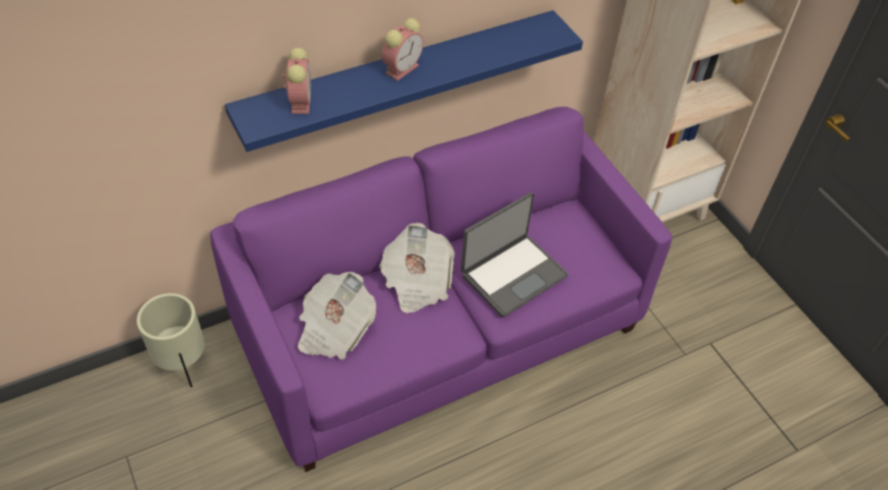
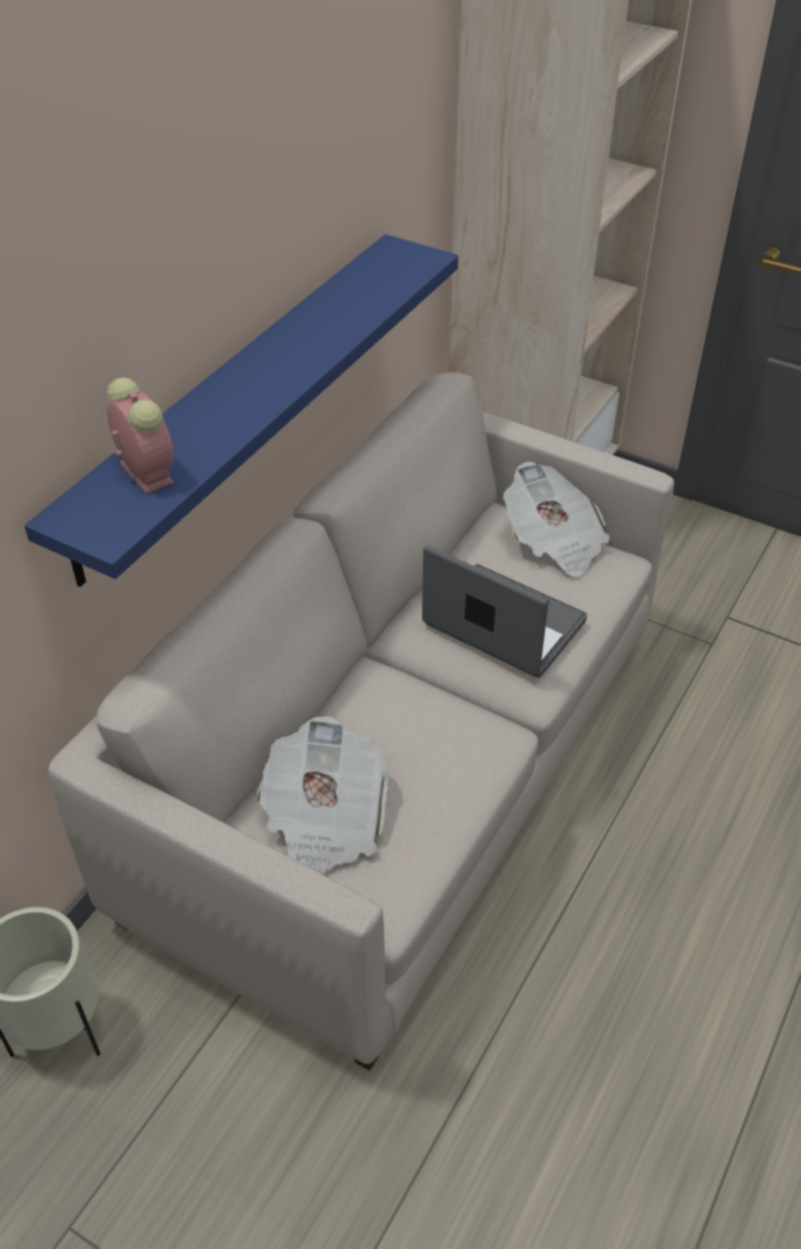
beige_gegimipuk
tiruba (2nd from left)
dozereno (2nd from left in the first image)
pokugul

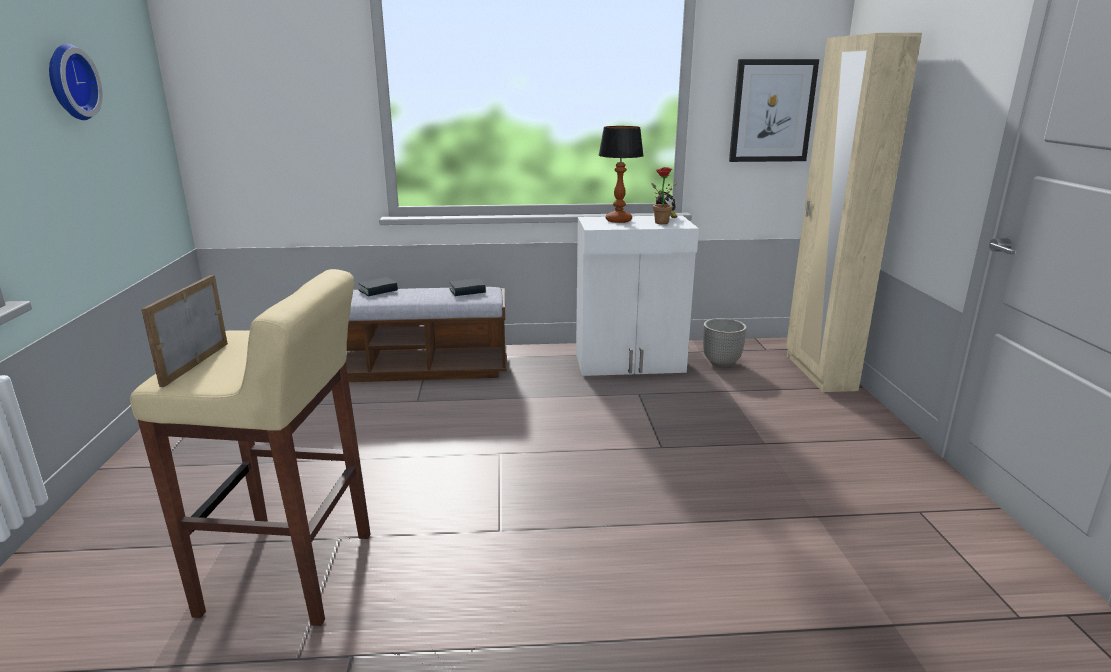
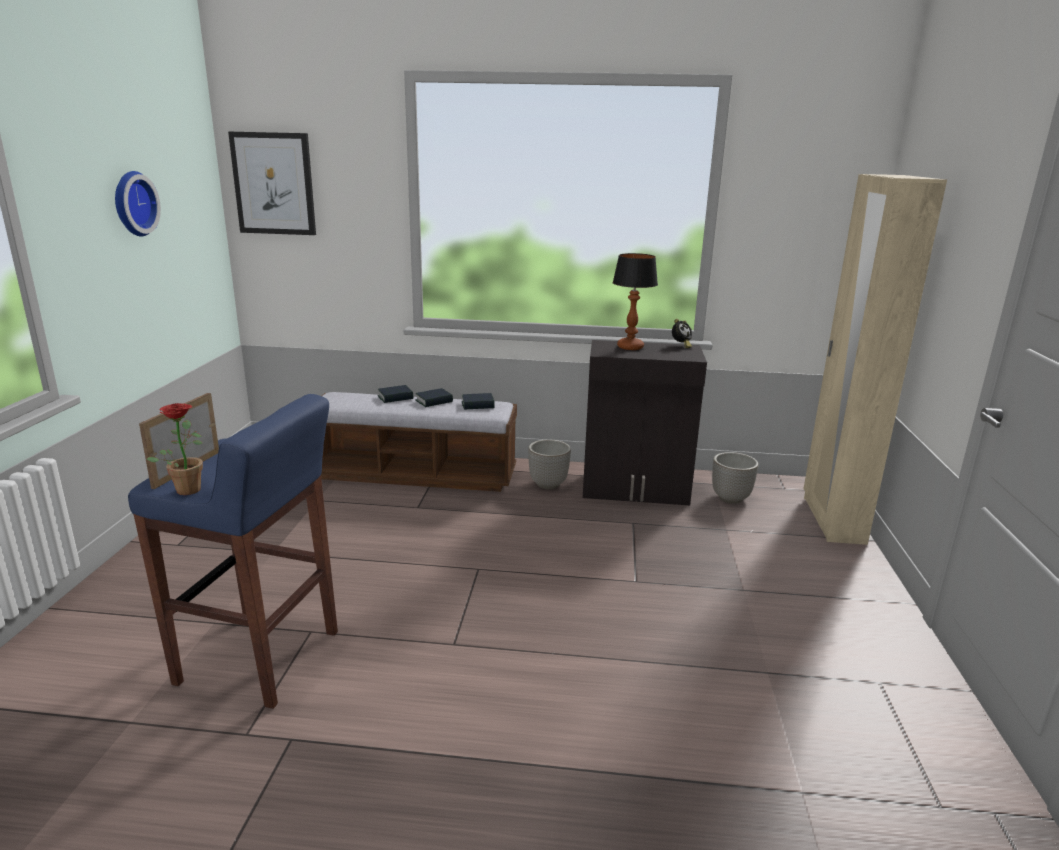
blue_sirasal
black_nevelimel
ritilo
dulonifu
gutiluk (2nd from left)
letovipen (1st from left)

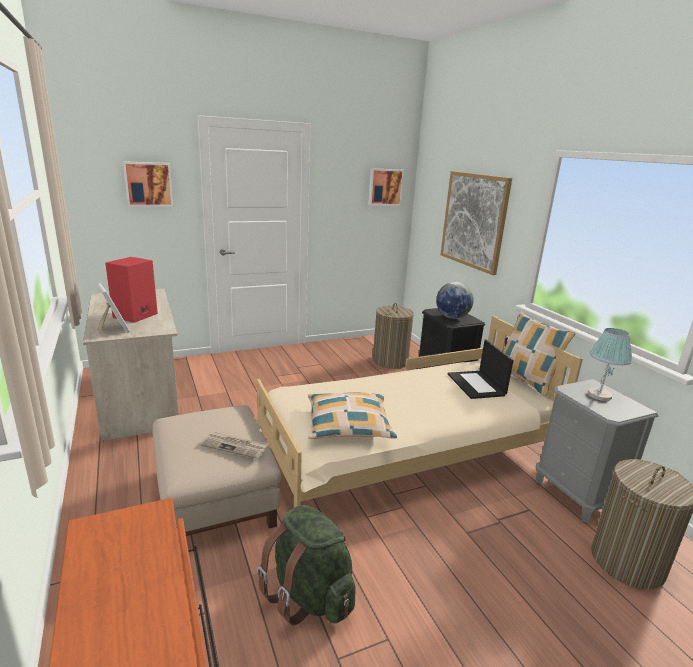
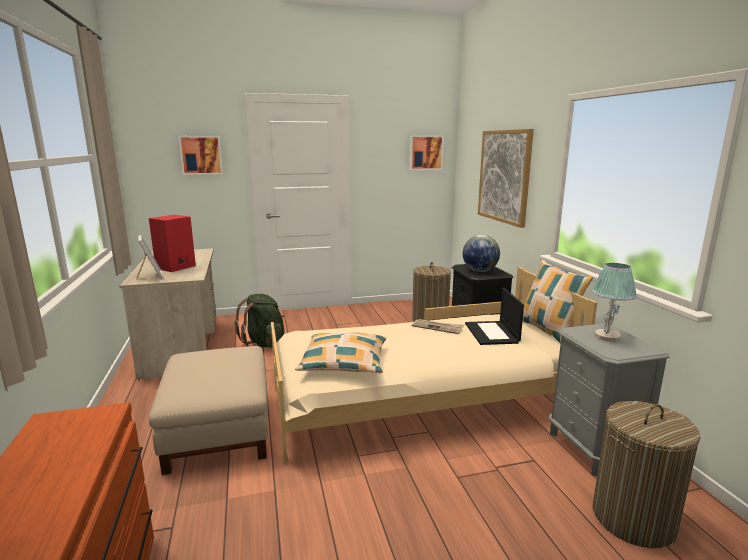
tiruba
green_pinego

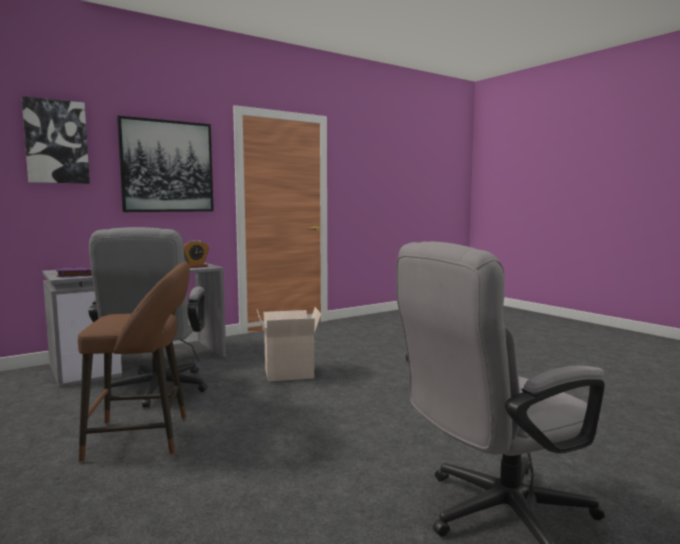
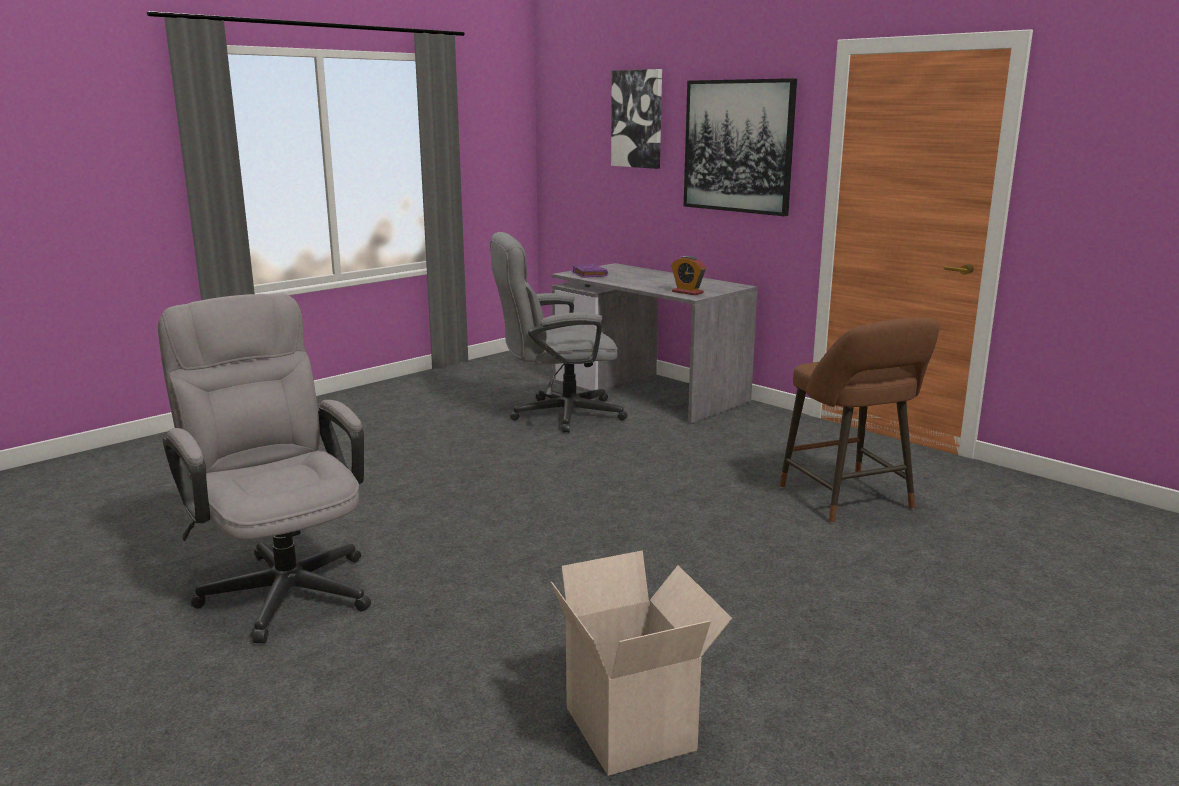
brown_sirasal
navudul

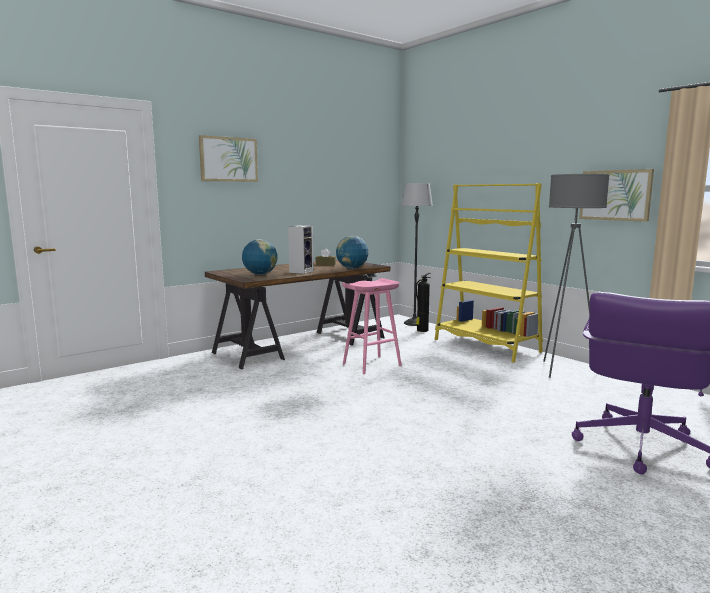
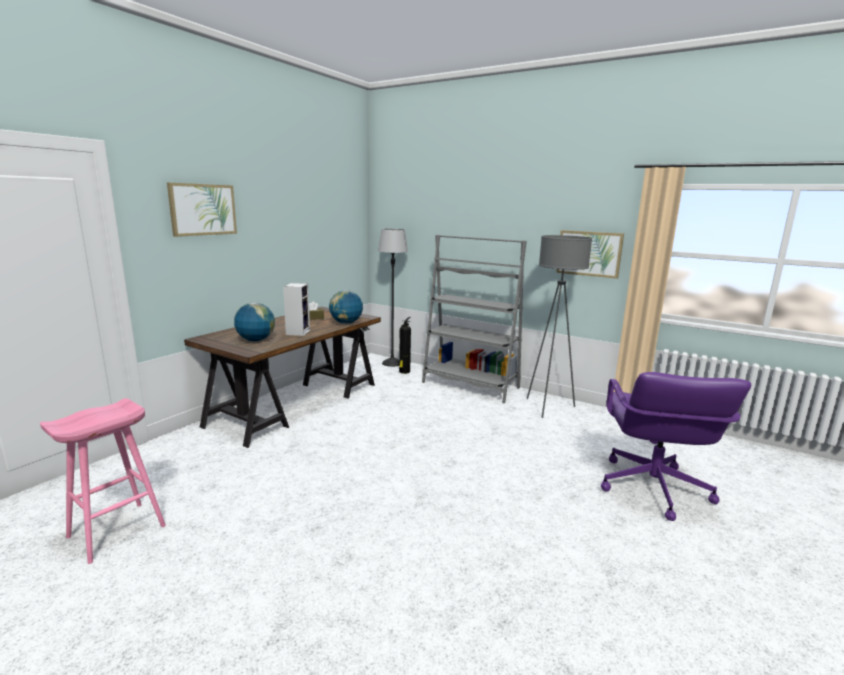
pink_sirasal
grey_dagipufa

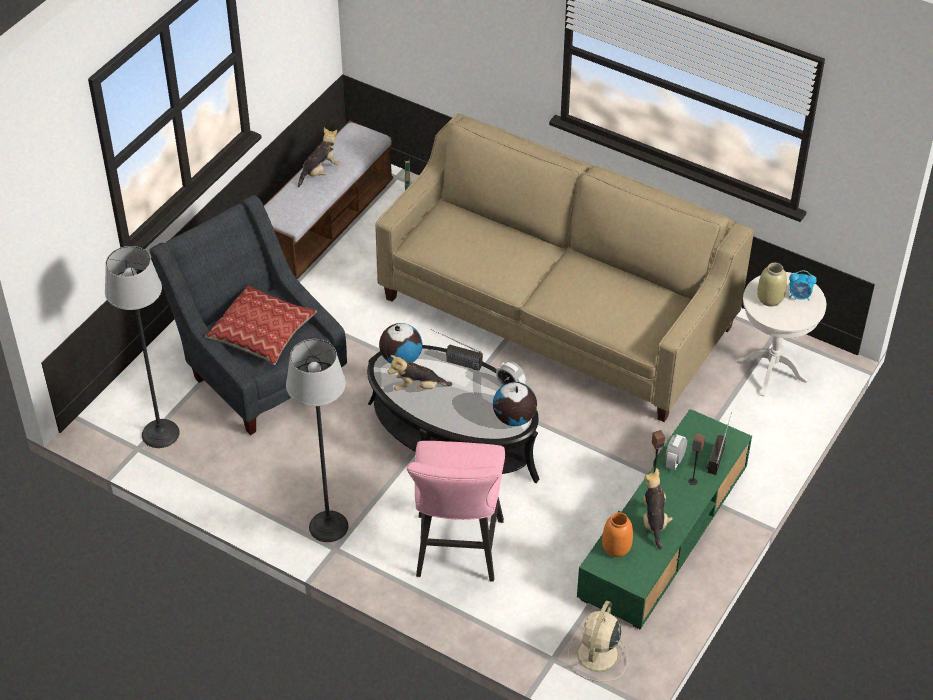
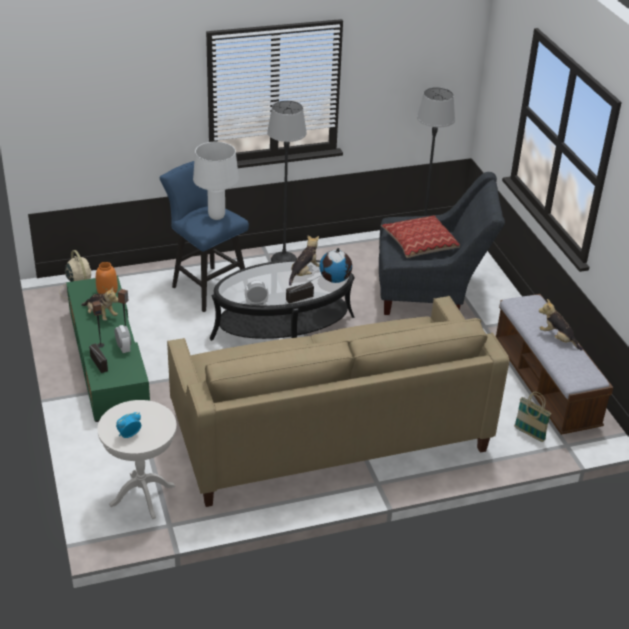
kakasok (3rd from left)
blue_sirasal
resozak (2nd from left in the first image)
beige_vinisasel
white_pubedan

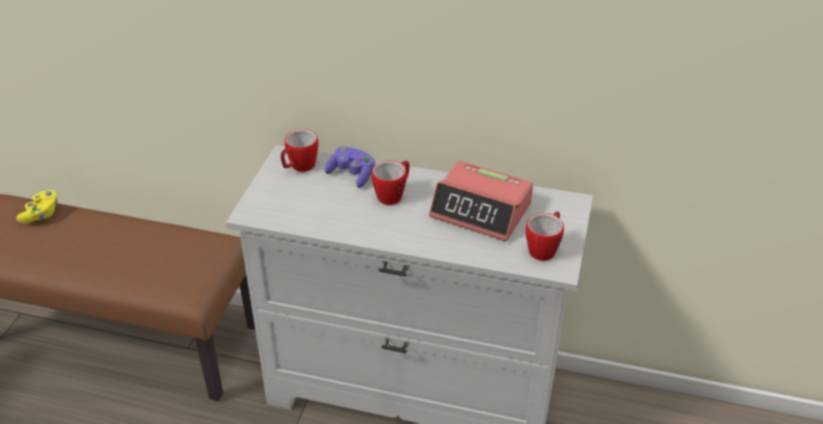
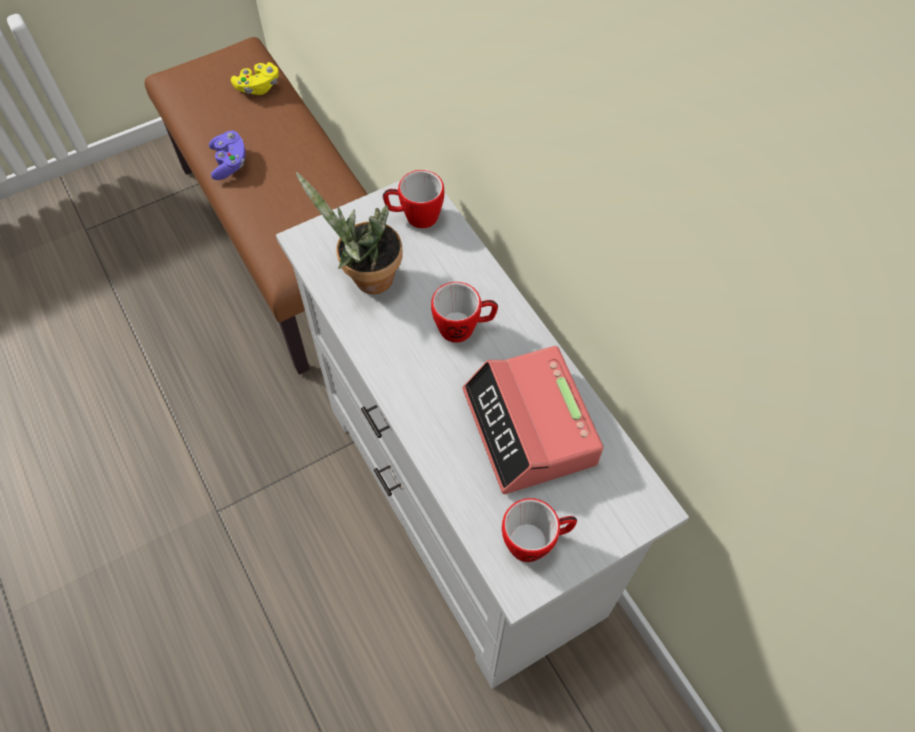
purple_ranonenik
ritilo

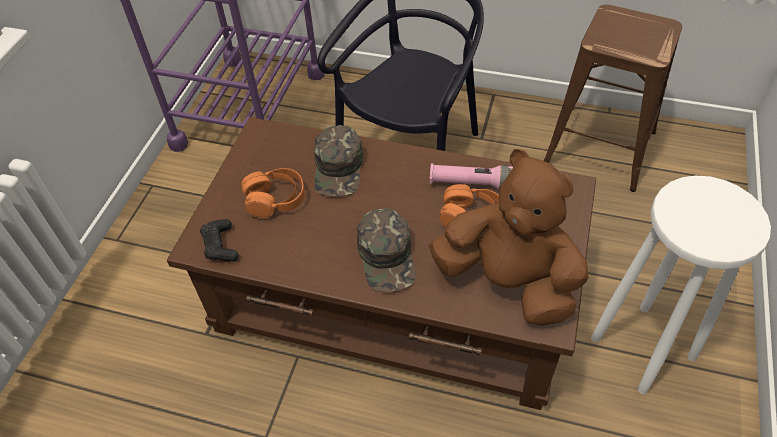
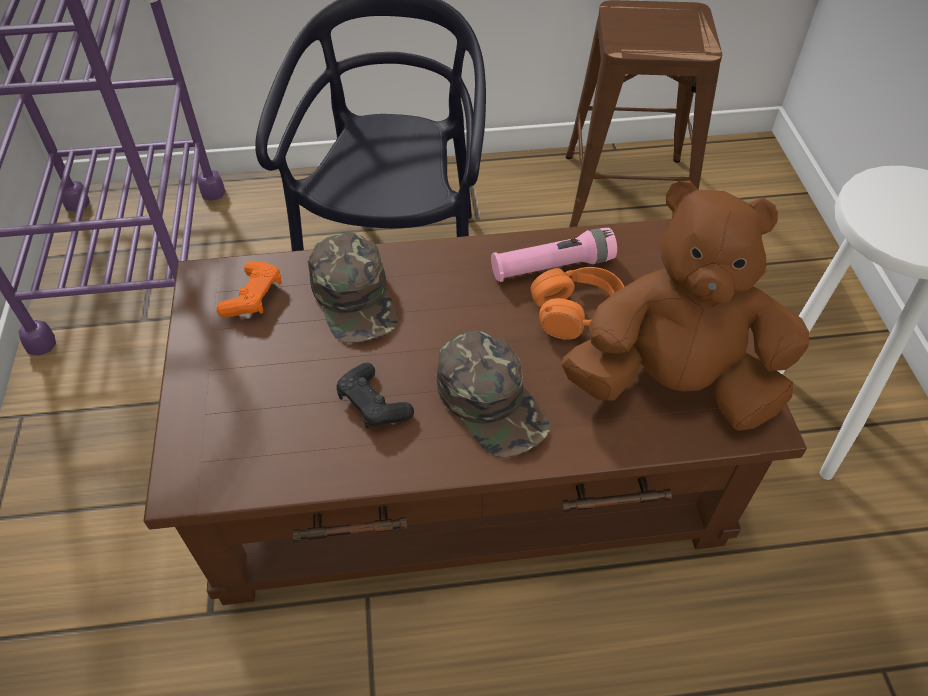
black_ranonenik
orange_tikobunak (1st from left in the first image)
orange_ranonenik

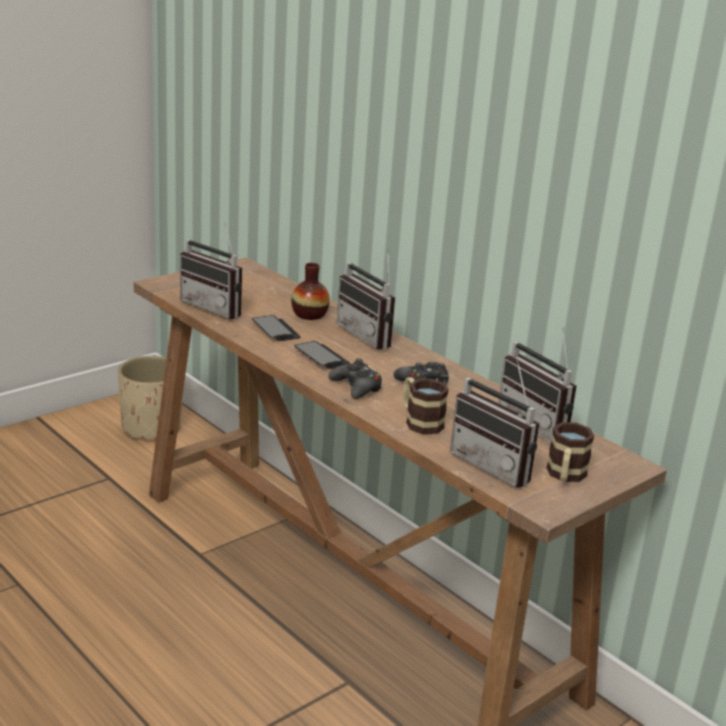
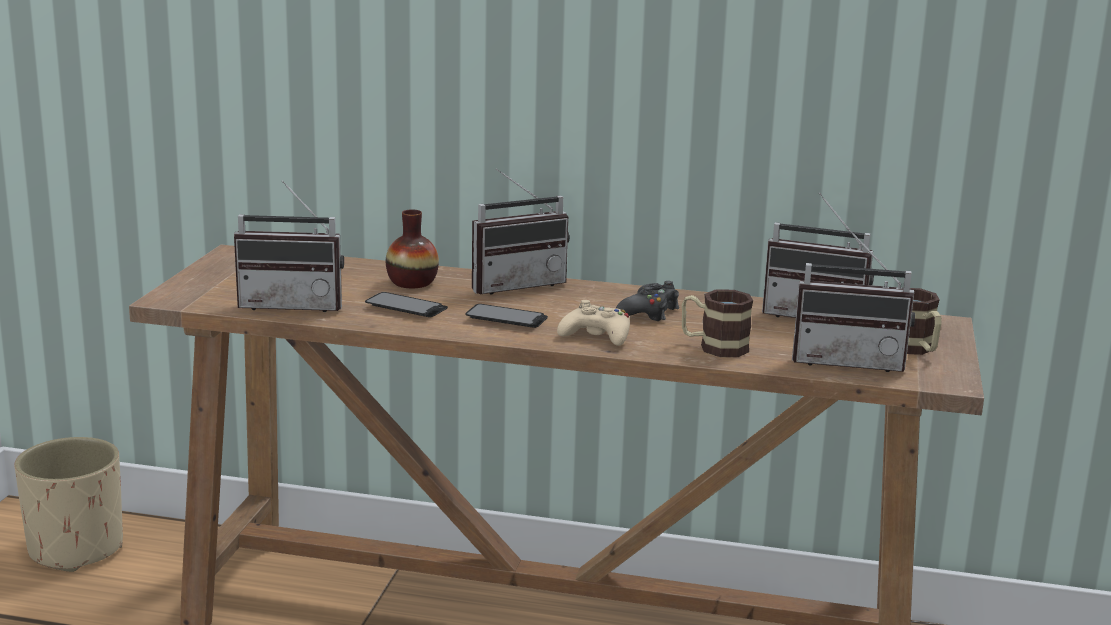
beige_ranonenik
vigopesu (2nd from left)

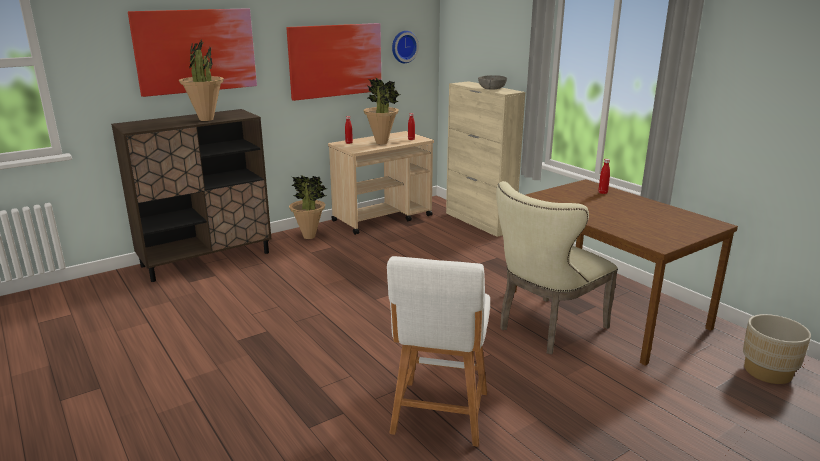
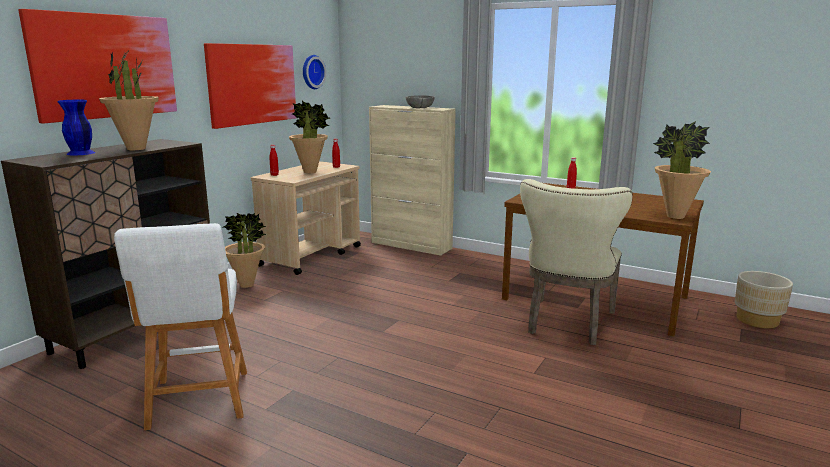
white_sirasal
blue_vinisasel
ritilo (4th from left)

